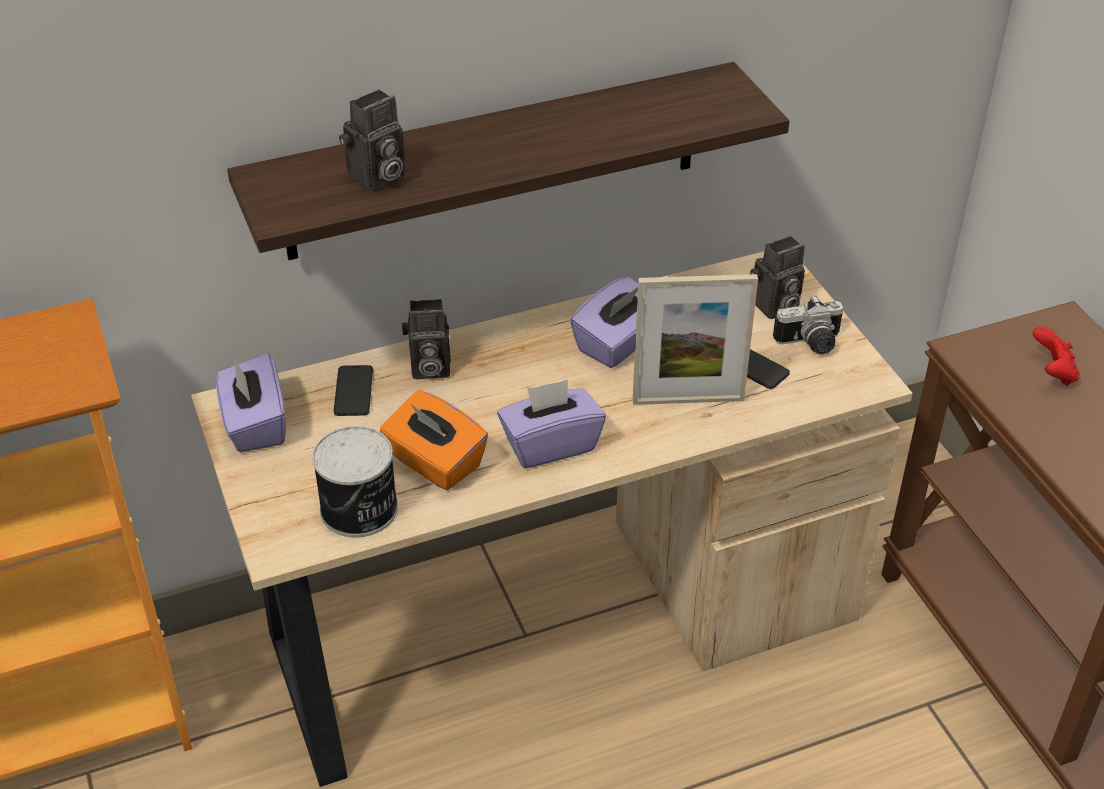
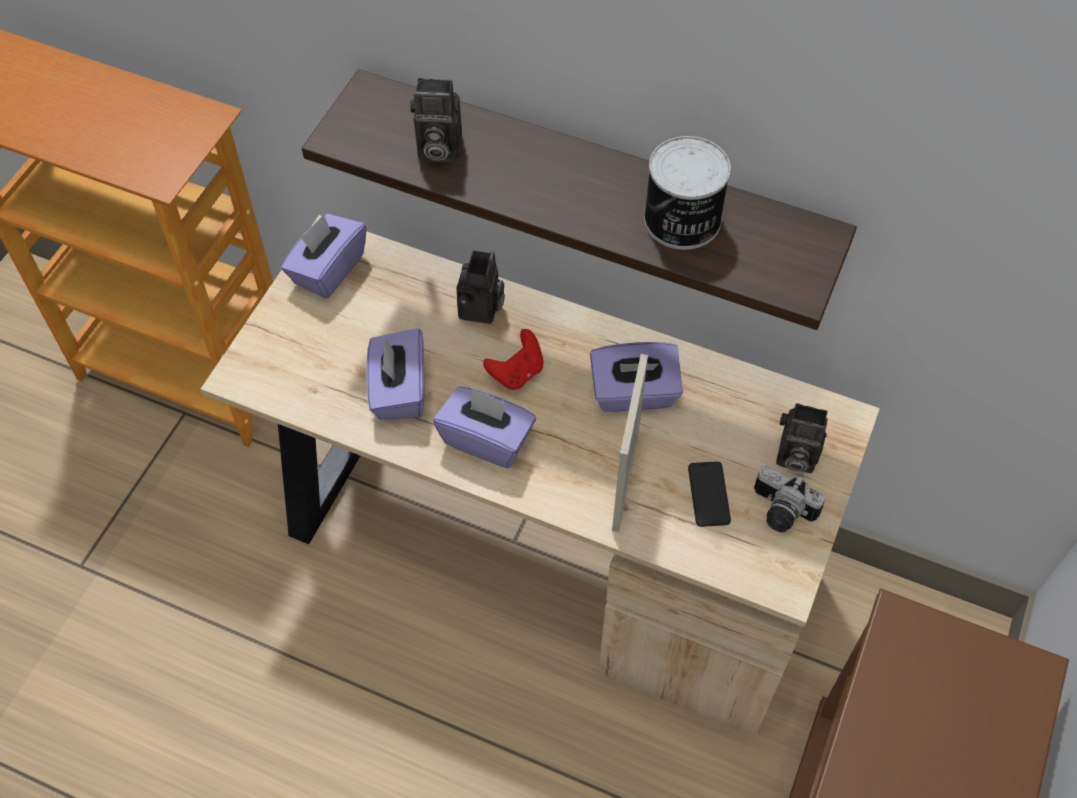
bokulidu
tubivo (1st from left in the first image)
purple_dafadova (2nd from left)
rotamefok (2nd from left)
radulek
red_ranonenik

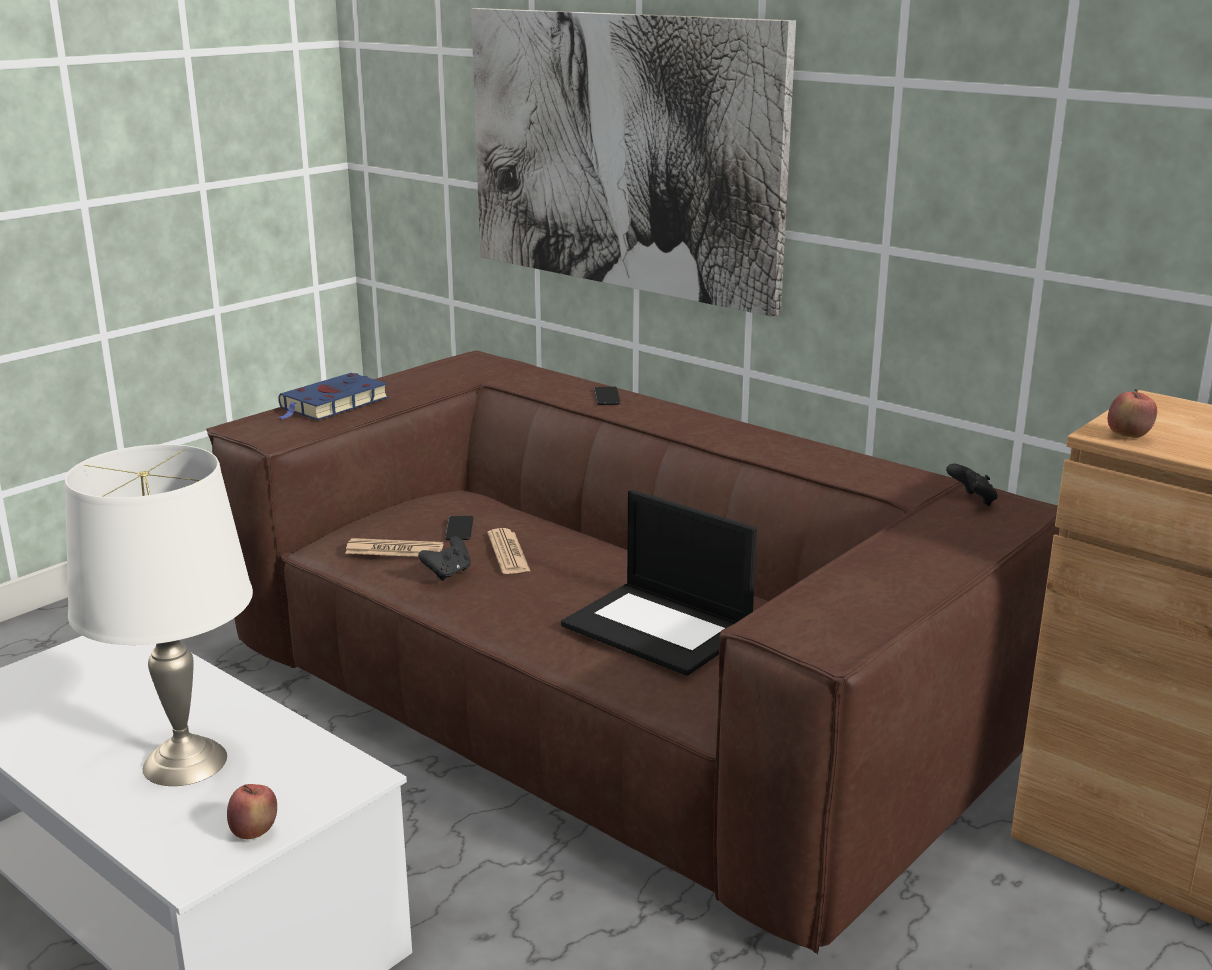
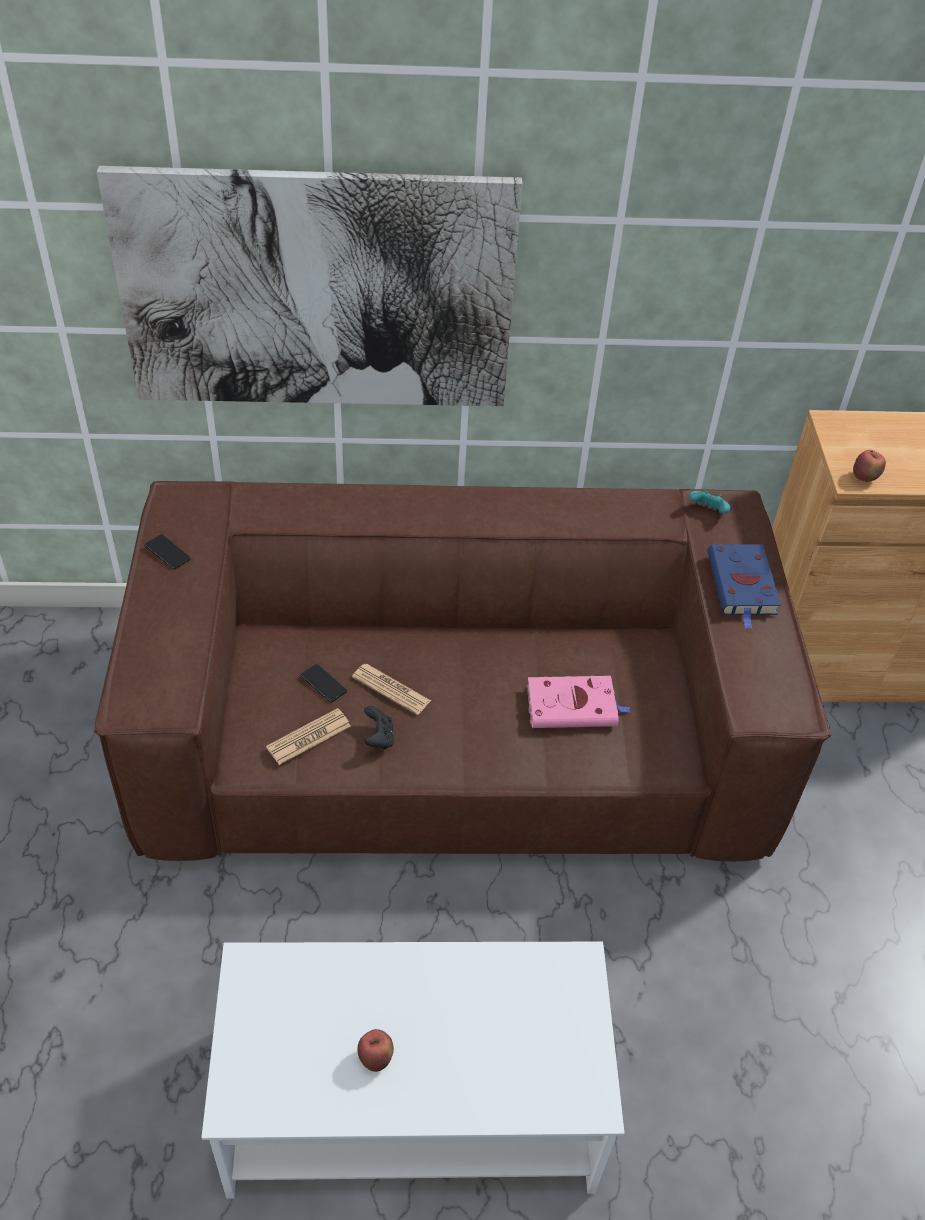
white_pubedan
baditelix (1st from left)
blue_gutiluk
pink_gutiluk
tubivo (1st from left)
turquoise_ranonenik

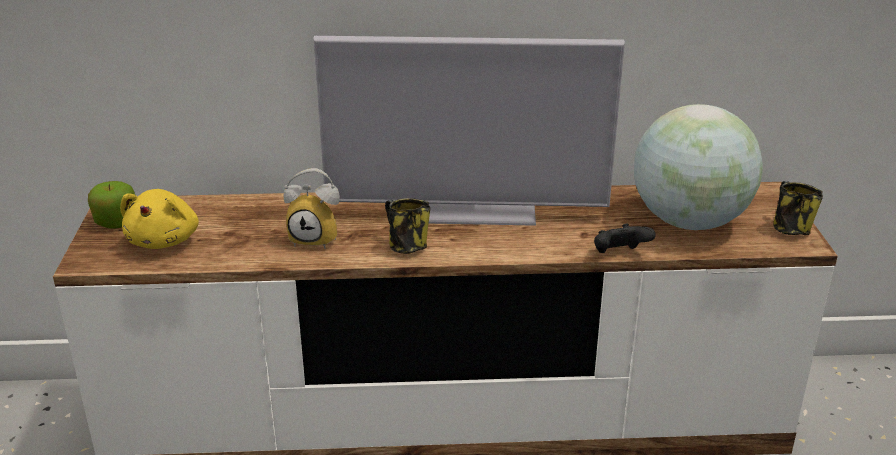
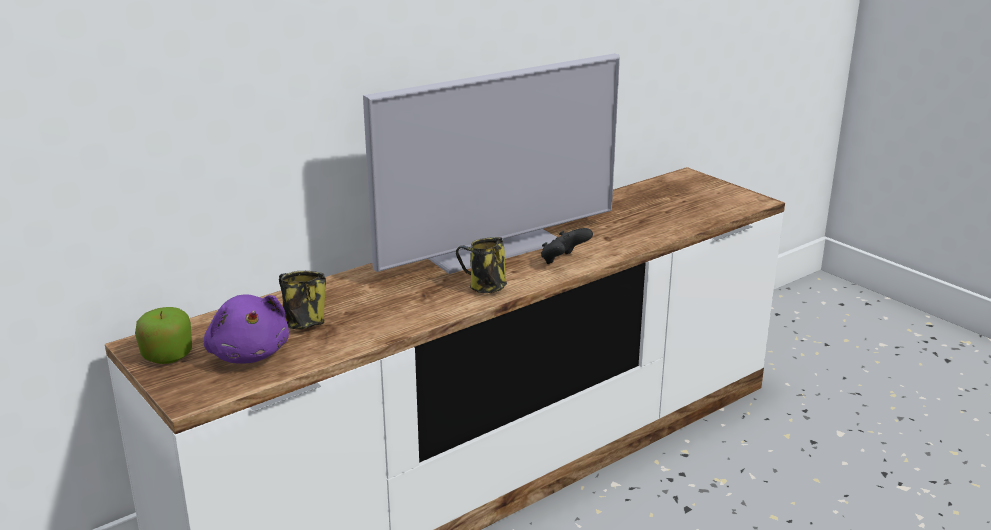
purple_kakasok
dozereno
black_ranonenik
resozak
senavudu (1st from left)

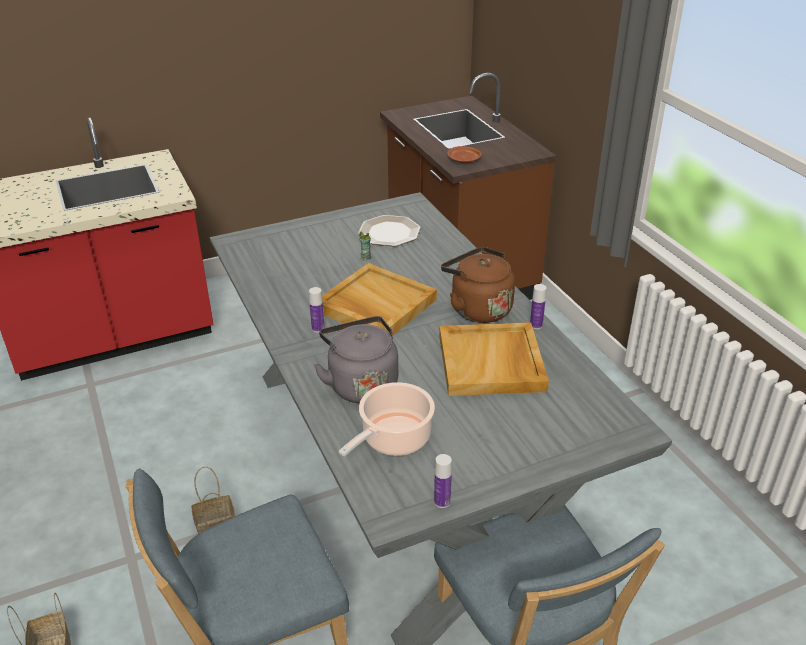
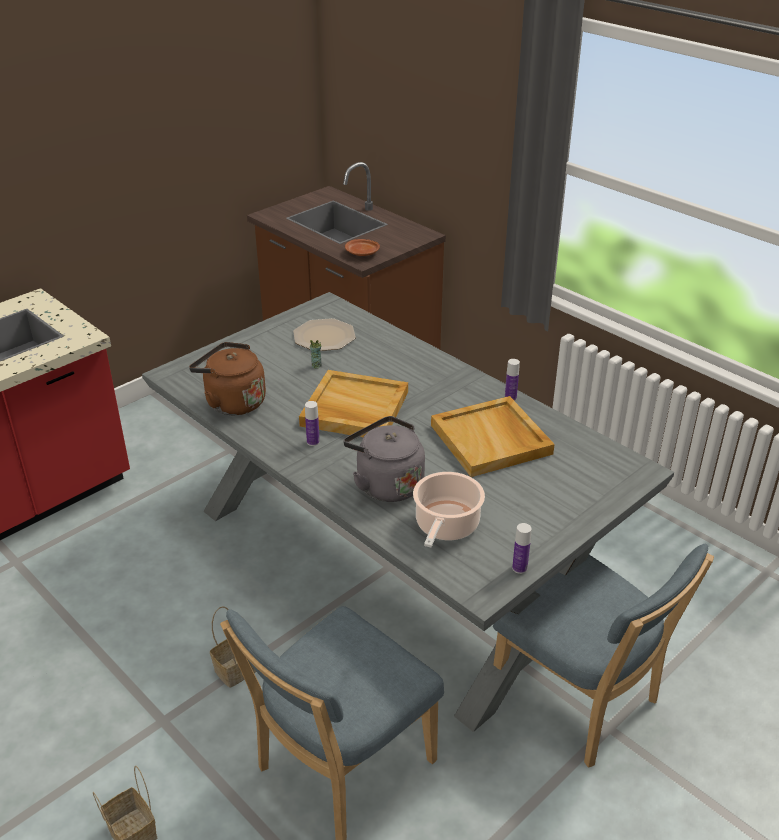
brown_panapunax

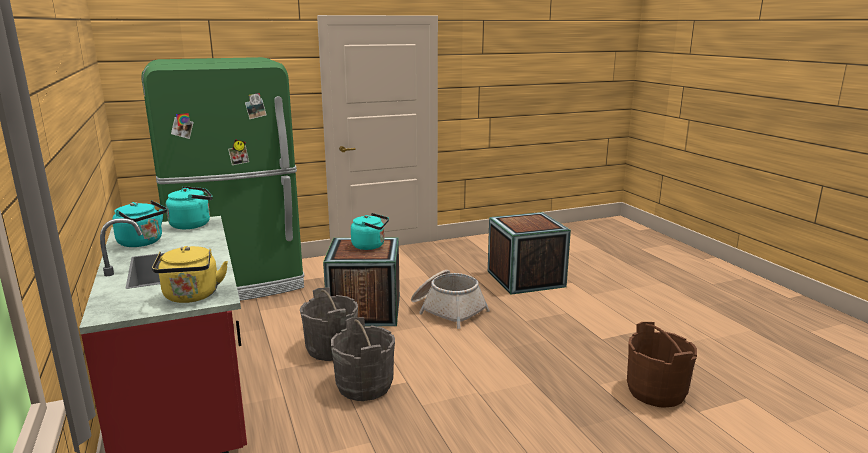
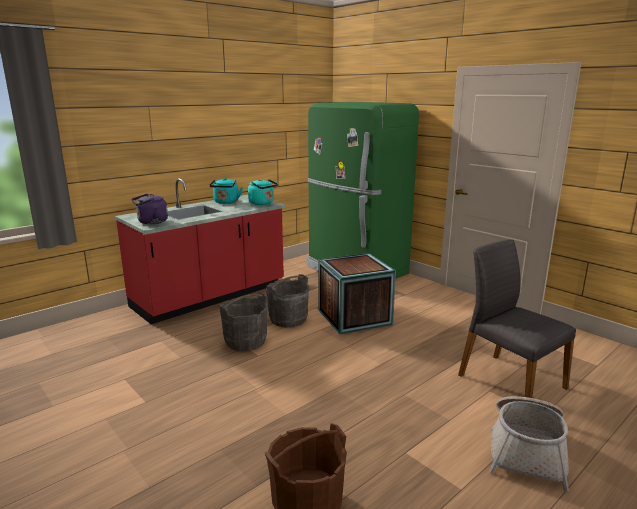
purple_panapunax
turquoise_panapunax (3rd from left in the first image)
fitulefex
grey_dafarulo

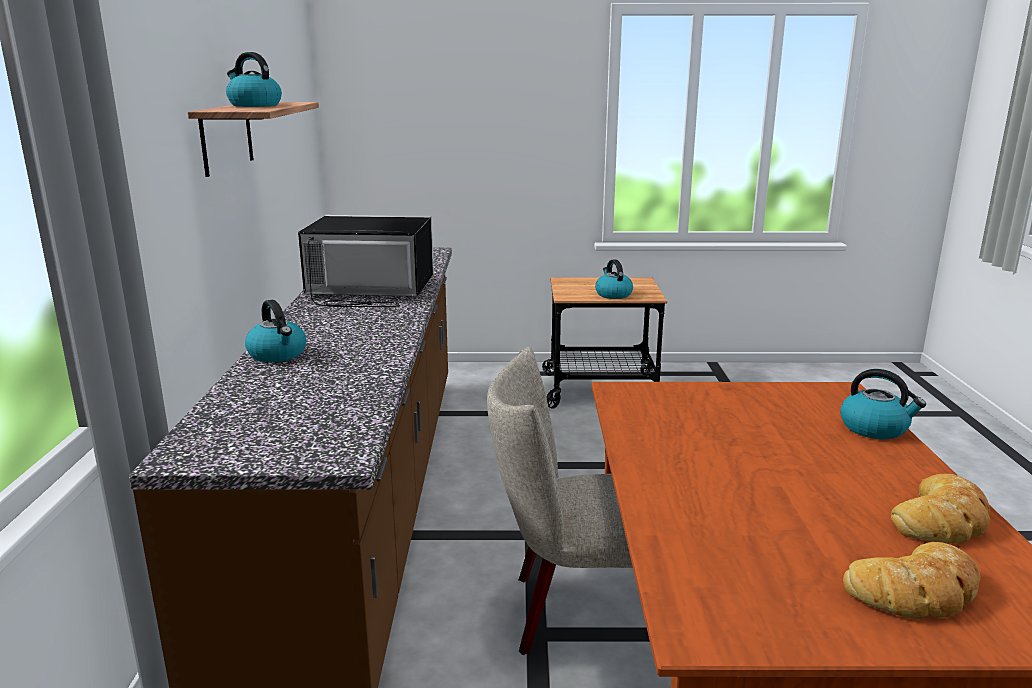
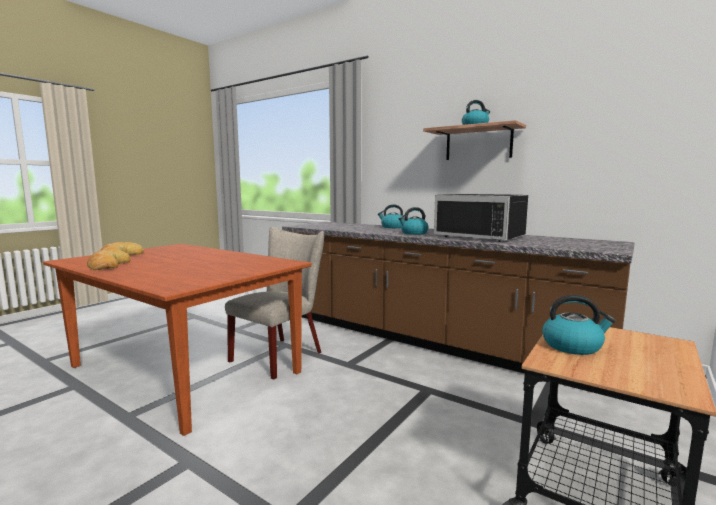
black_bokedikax
panapunax (2nd from left)

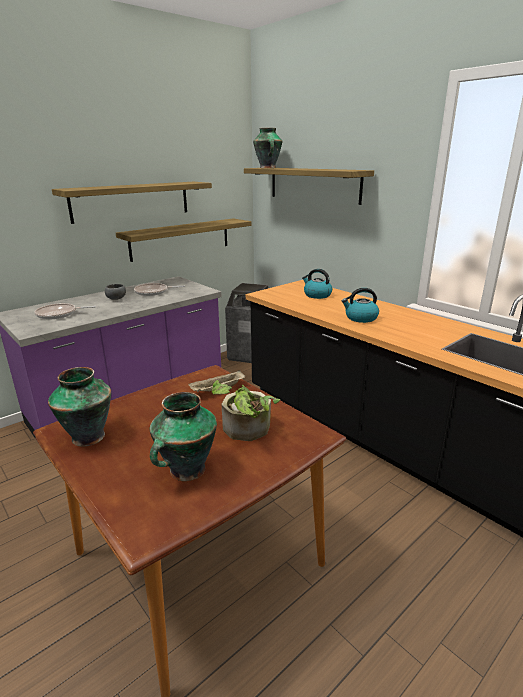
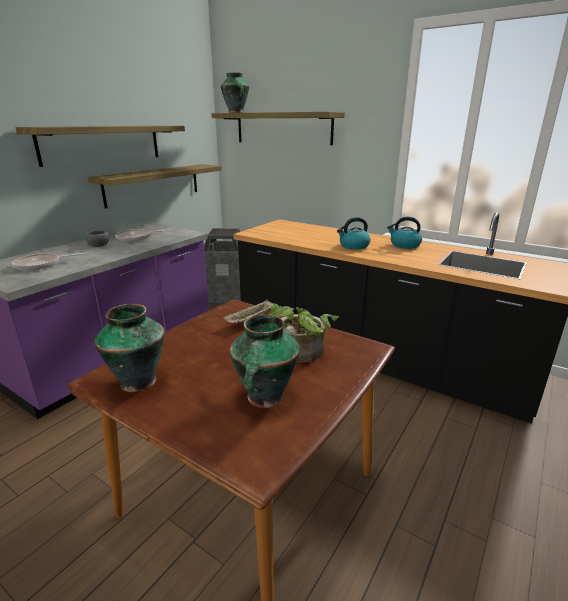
panapunax (2nd from left)

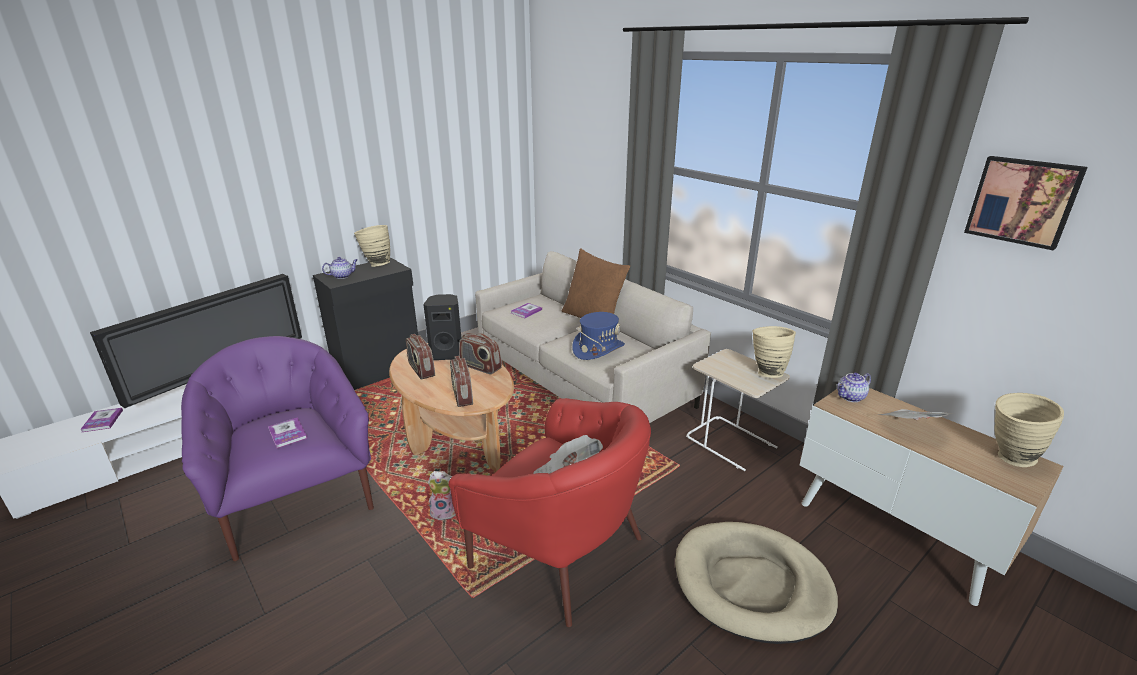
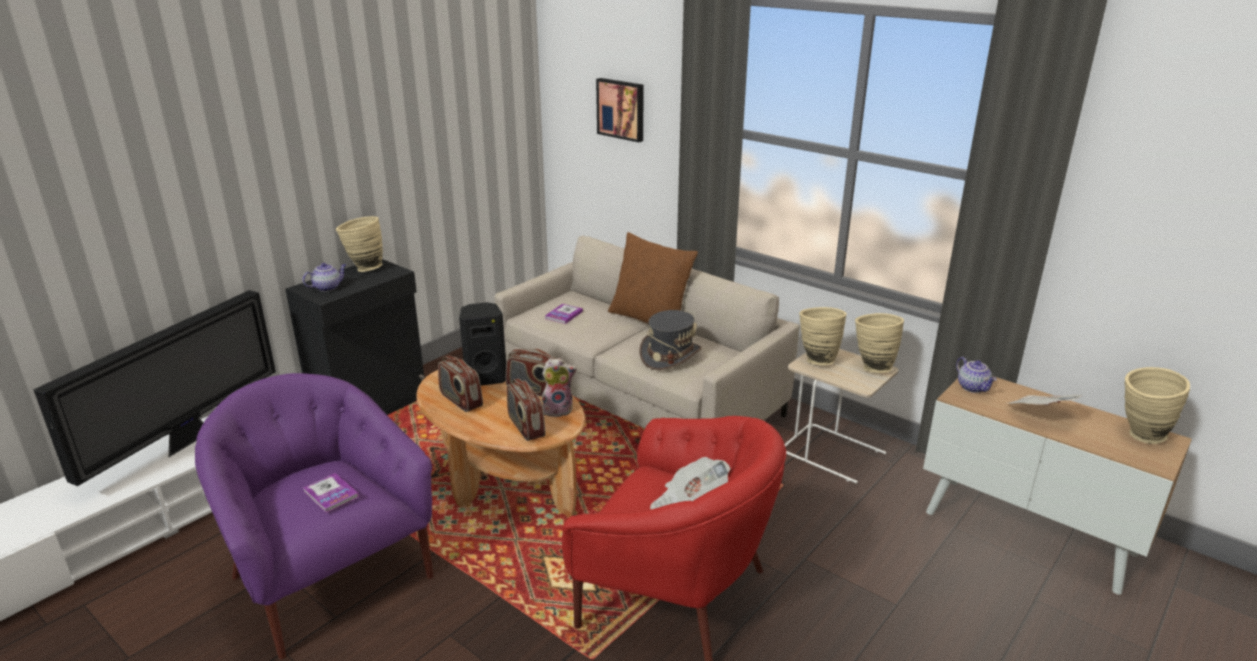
gutiluk (1st from left in the first image)
kakasok
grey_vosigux
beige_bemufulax
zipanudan (2nd from left)
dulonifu
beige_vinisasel (2nd from left)

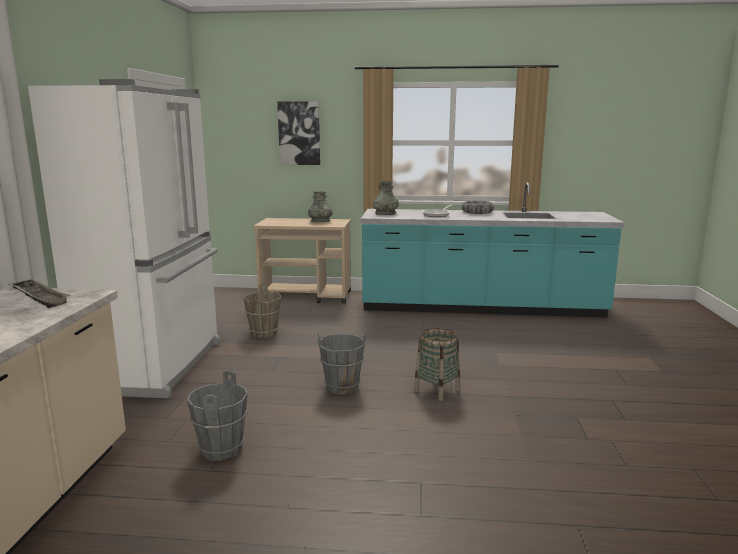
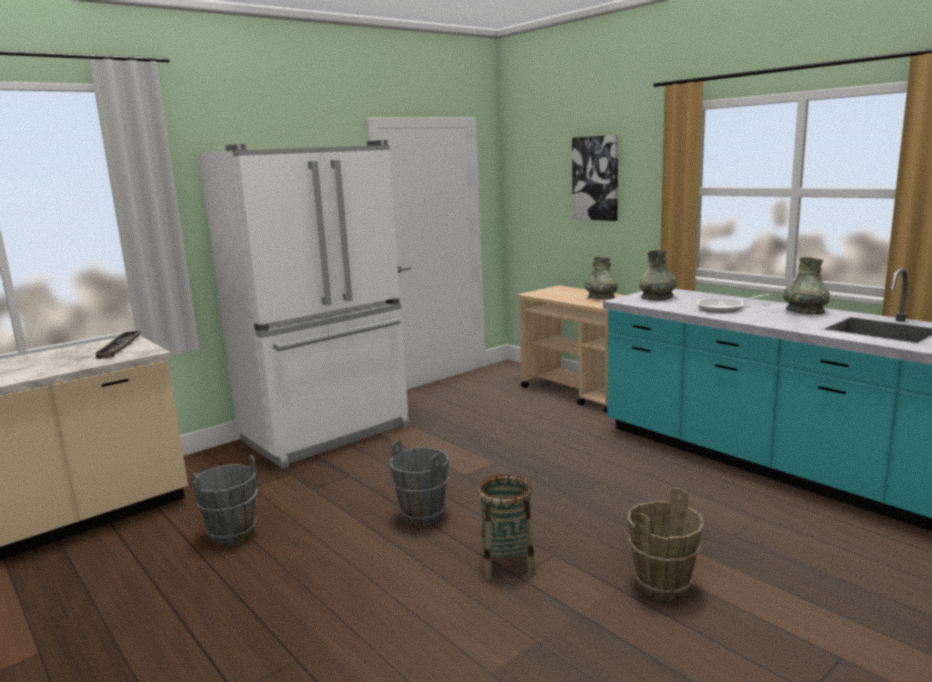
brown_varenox
grey_vinisasel (3rd from left)

